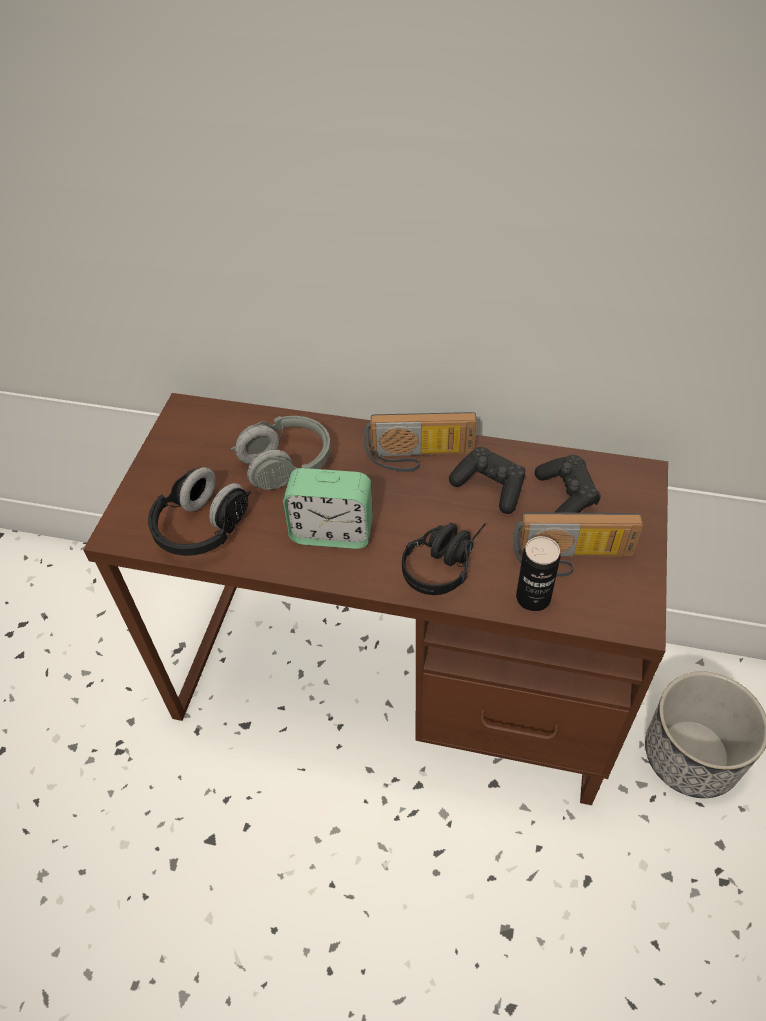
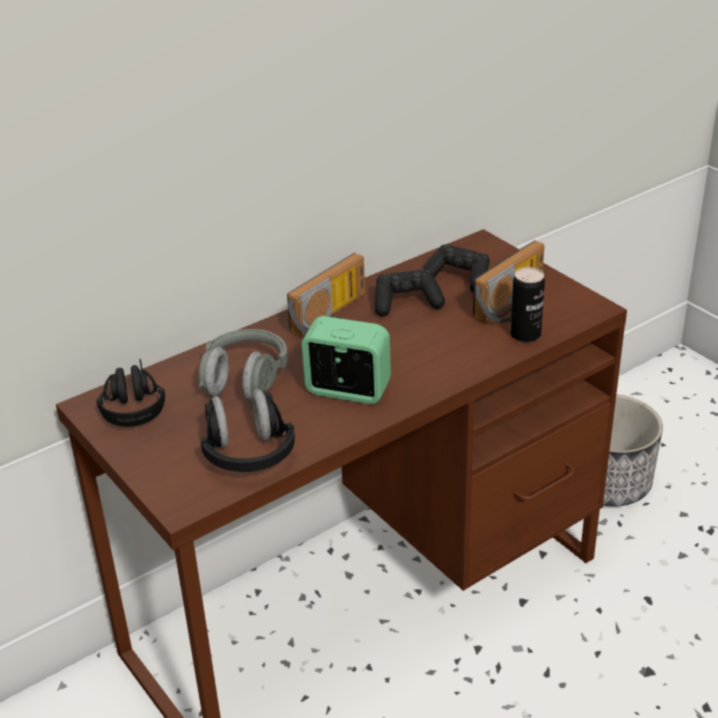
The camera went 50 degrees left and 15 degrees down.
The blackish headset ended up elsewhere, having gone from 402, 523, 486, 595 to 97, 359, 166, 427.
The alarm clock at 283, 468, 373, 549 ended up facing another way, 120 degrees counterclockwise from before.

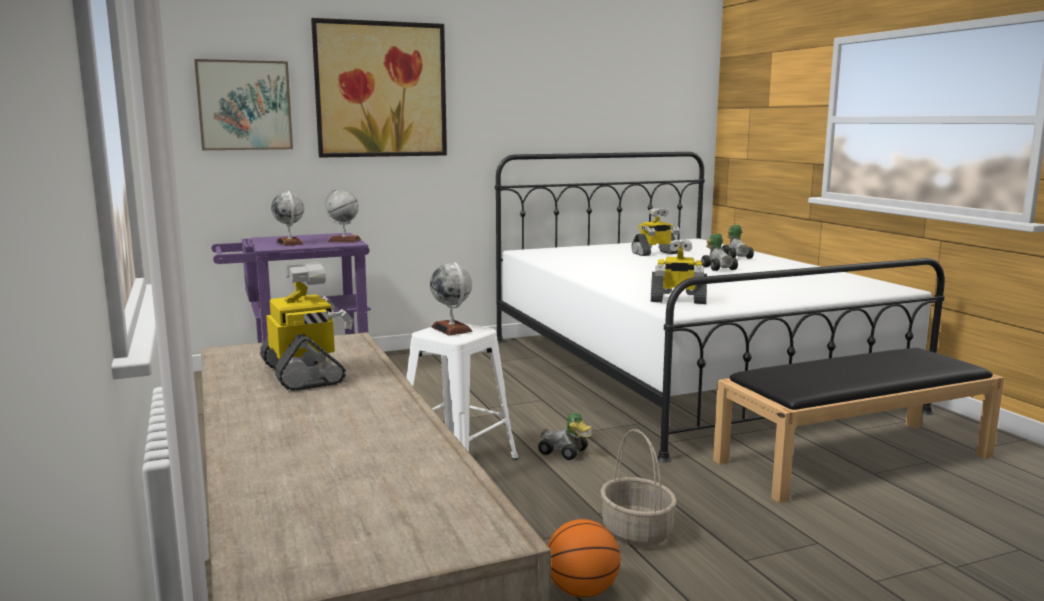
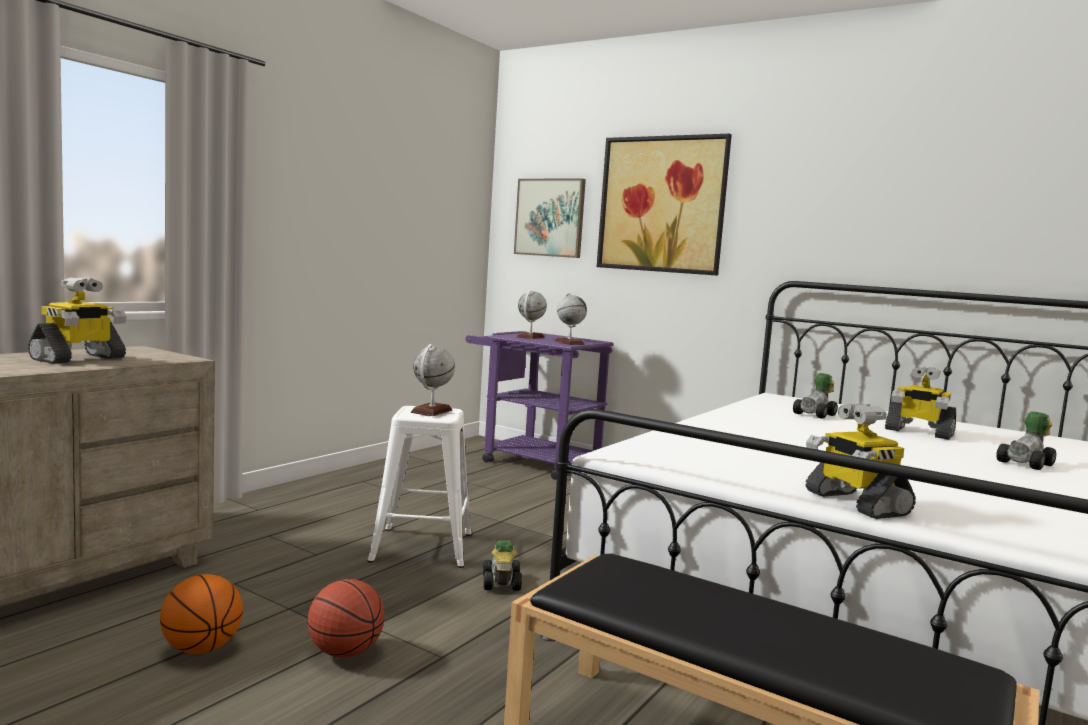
The camera went 55 degrees right and 5 degrees down.
The model robot ended up elsewhere, having gone from 651, 239, 707, 304 to 805, 404, 916, 519.
The model car ended up elsewhere, having gone from 701, 234, 738, 271 to 793, 373, 838, 419.
Where the storage basket stood at 600, 429, 677, 546, the basketball came to stand at 308, 579, 385, 658.

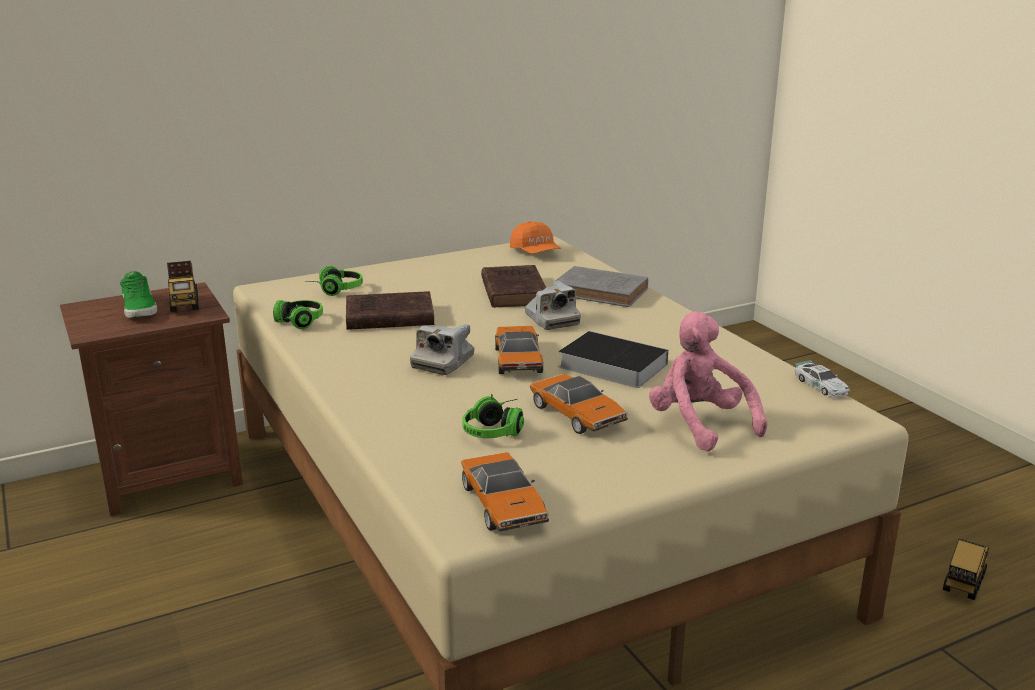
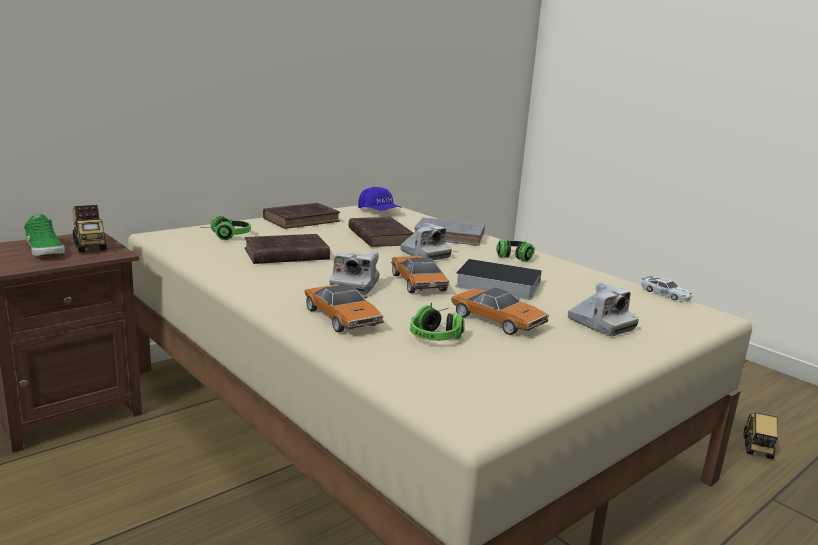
The camera went 15 degrees left and 5 degrees down.
The second view gained the brownish volume at 263, 203, 340, 229.
The headset ended up elsewhere, having gone from 273, 300, 323, 329 to 496, 239, 535, 262.
The model car ended up elsewhere, having gone from 461, 452, 549, 531 to 304, 284, 384, 332.
Where the pink cuddly toy stood at 649, 311, 767, 452, the photo camera came to stand at 568, 283, 639, 336.
What was the orange-coloured cap at 510, 221, 561, 254 turned into the blue-coloured cap at 358, 187, 401, 211.

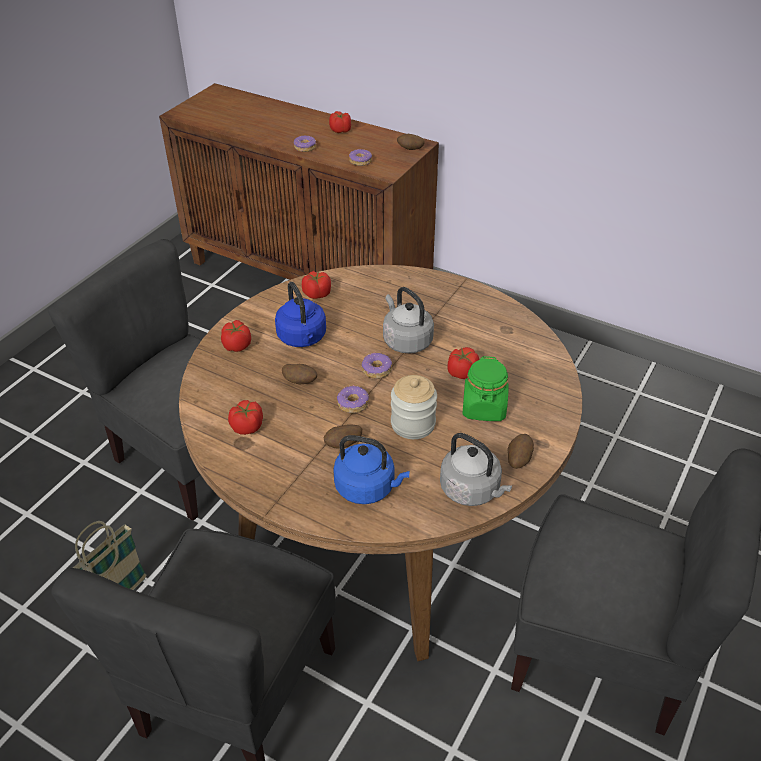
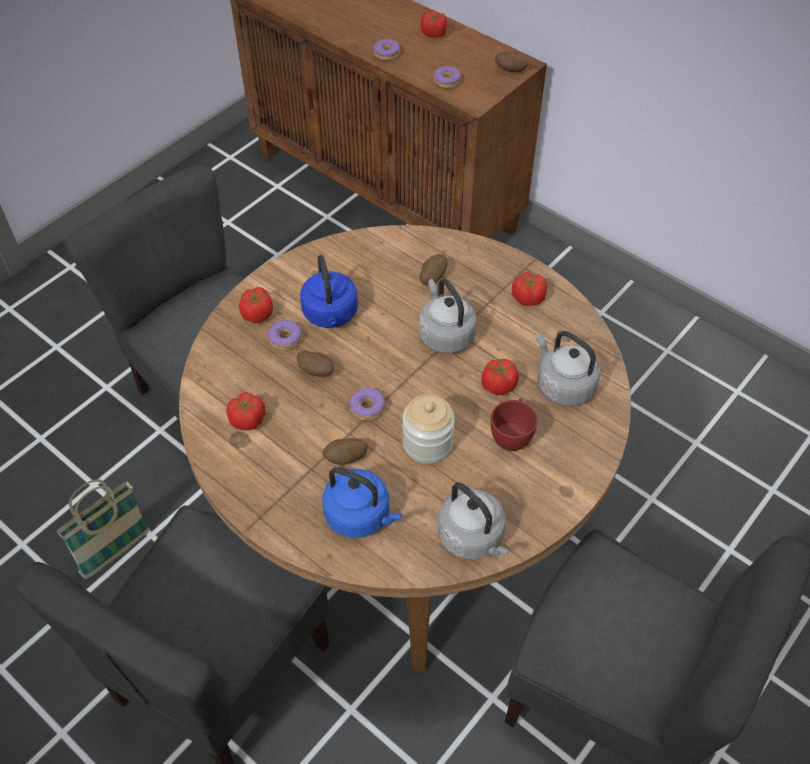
The camera went 10 degrees right and 10 degrees up.
The second view gained the grey tea kettle at 536, 331, 600, 406.
The tomato ended up elsewhere, having gone from 302, 271, 331, 299 to 512, 272, 547, 306.
The doughnut ended up elsewhere, having gone from 362, 352, 392, 379 to 268, 319, 302, 350.
The whole potato ended up elsewhere, having gone from 507, 434, 534, 469 to 419, 254, 447, 285.
Where the greenish jar stood at 462, 356, 509, 421, the reddish cup came to stand at 491, 398, 538, 451.

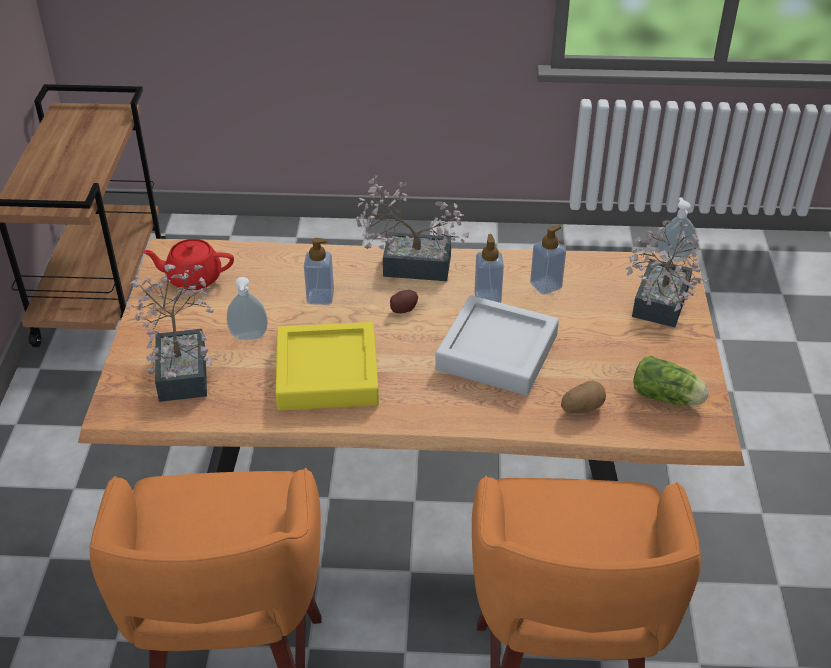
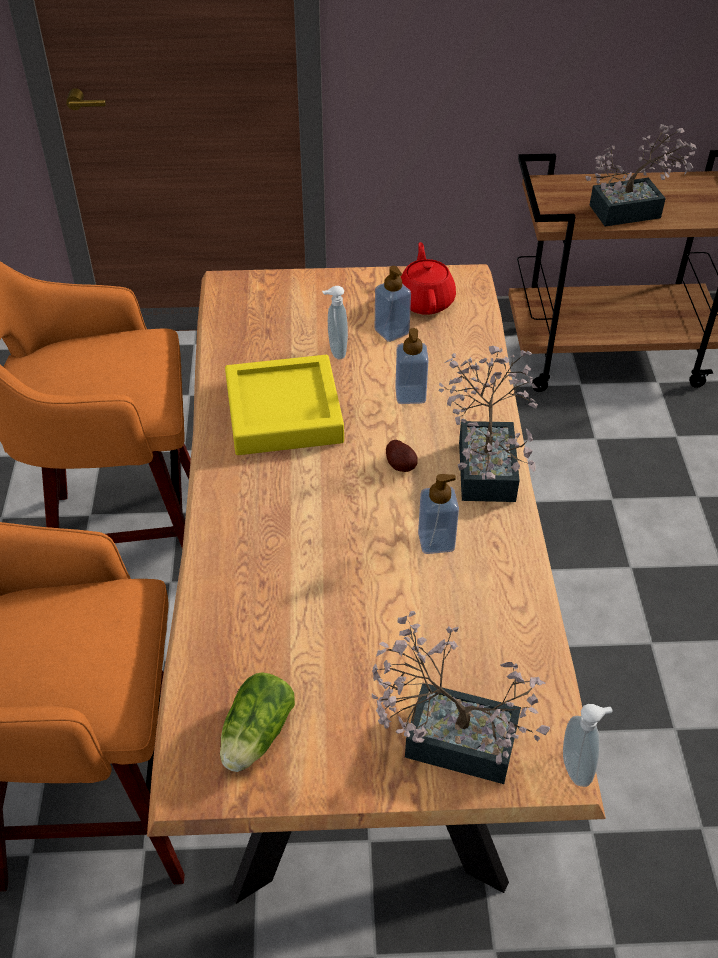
The camera went 85 degrees right and 5 degrees up.
The second view lost the grey serving tray at 435, 295, 559, 396.
The second view lost the whole potato at 561, 380, 606, 413.
The plant in a pot ended up elsewhere, having gone from 126, 264, 214, 402 to 585, 124, 697, 227.
The soap bottle ended up elsewhere, having gone from 530, 225, 566, 295 to 375, 266, 411, 342.

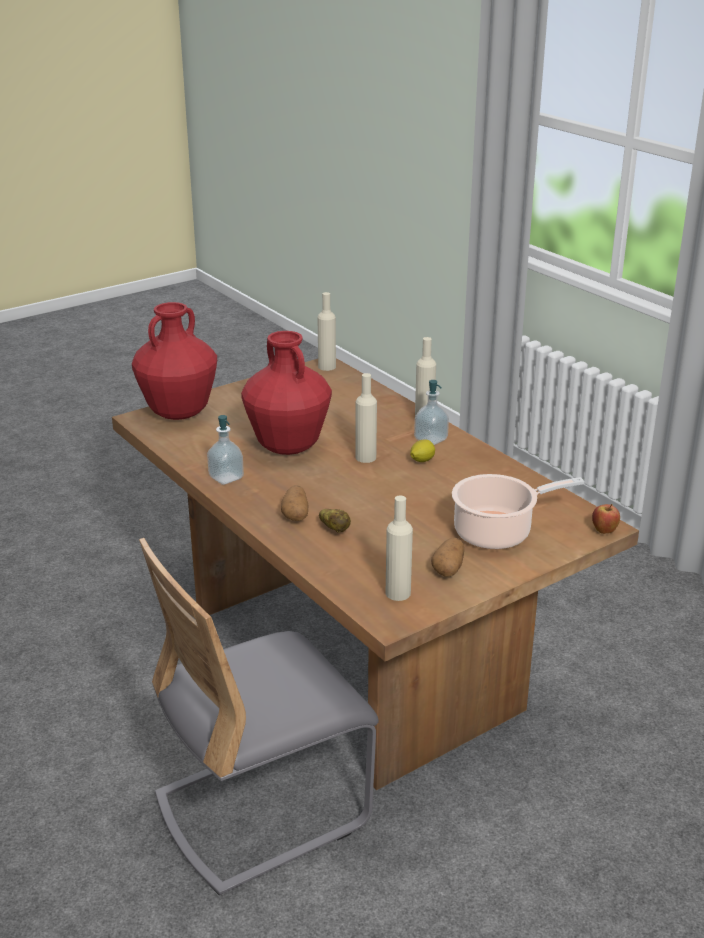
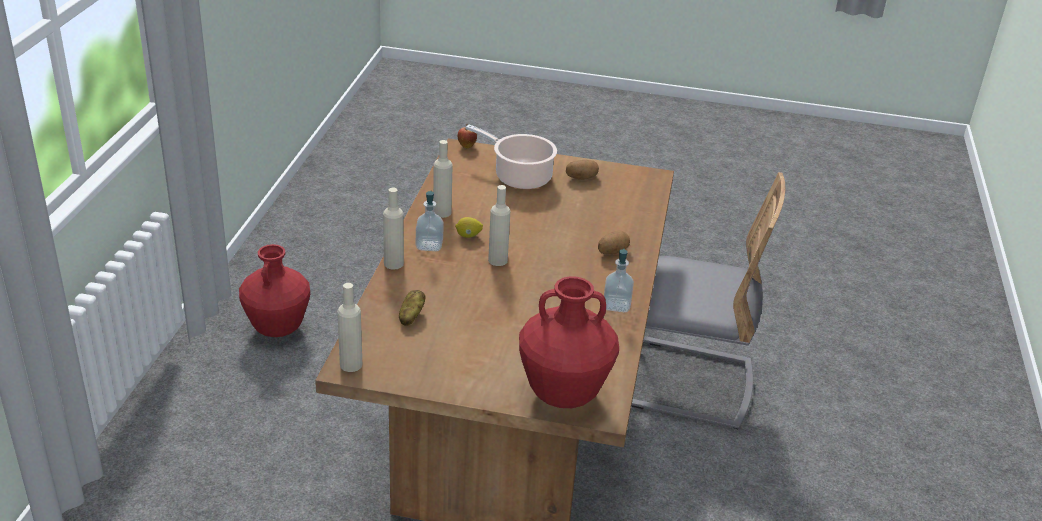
The camera went 135 degrees left and 5 degrees up.
The reddish vase ended up elsewhere, having gone from 241, 331, 332, 455 to 239, 244, 310, 337.
The whole potato ended up elsewhere, having gone from 319, 509, 351, 533 to 399, 290, 426, 326.
The beige bottle ended up elsewhere, having gone from 385, 496, 413, 601 to 433, 140, 453, 218.

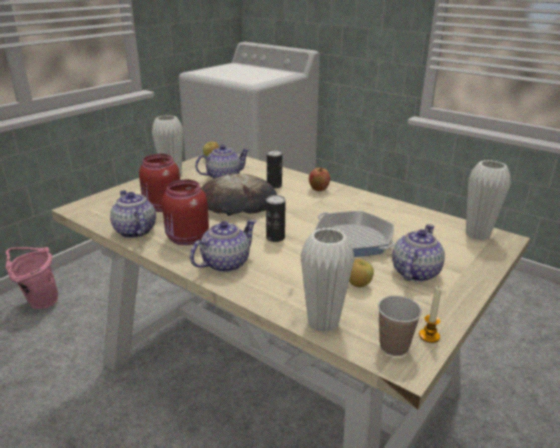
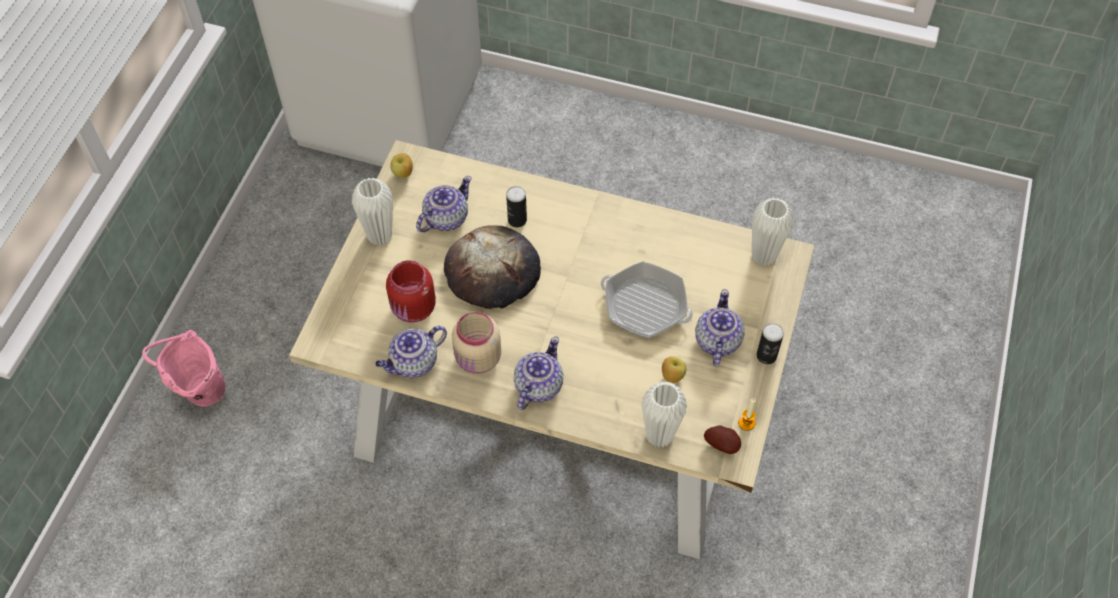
The camera went 20 degrees left and 30 degrees up.
The second view lost the apple fruit at 309, 168, 330, 191.
The metal can ended up elsewhere, having gone from 266, 195, 286, 242 to 757, 323, 784, 364.
Where the cup stood at 378, 295, 422, 356, the whole potato came to stand at 704, 425, 741, 454.
What was the reddish jar at 162, 179, 209, 245 turned into the beige jar at 452, 311, 501, 374.
The teapot at 110, 190, 156, 238 ended up facing another way, 75 degrees counterclockwise from before.

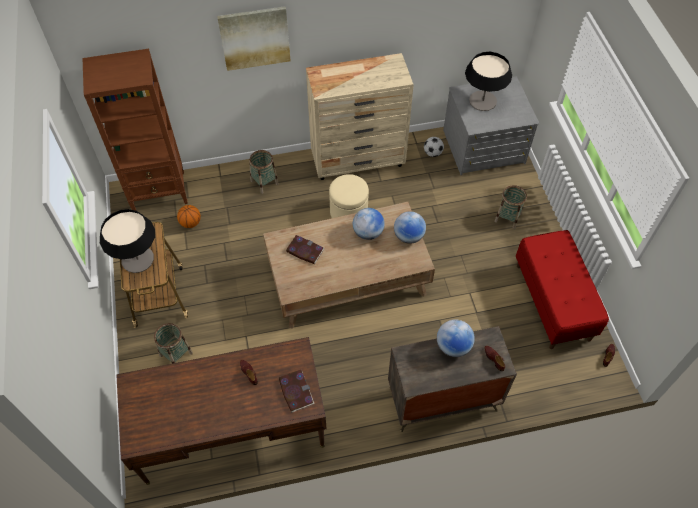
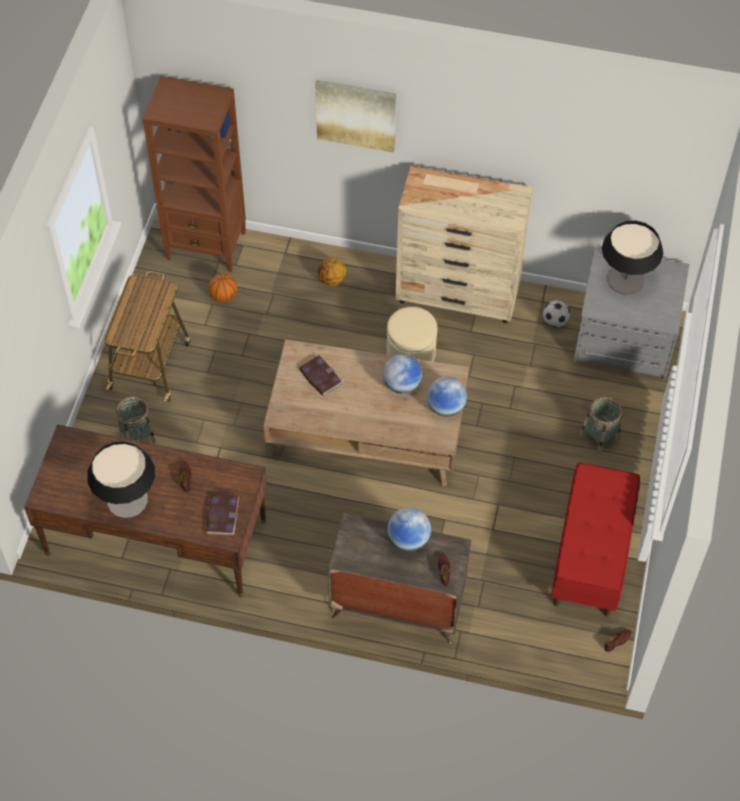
The camera went 25 degrees right and 0 degrees up.
The table lamp ended up elsewhere, having gone from 100, 209, 155, 273 to 87, 441, 155, 518.
Where the storage basket stood at 249, 150, 279, 194, the basketball came to stand at 317, 257, 347, 286.

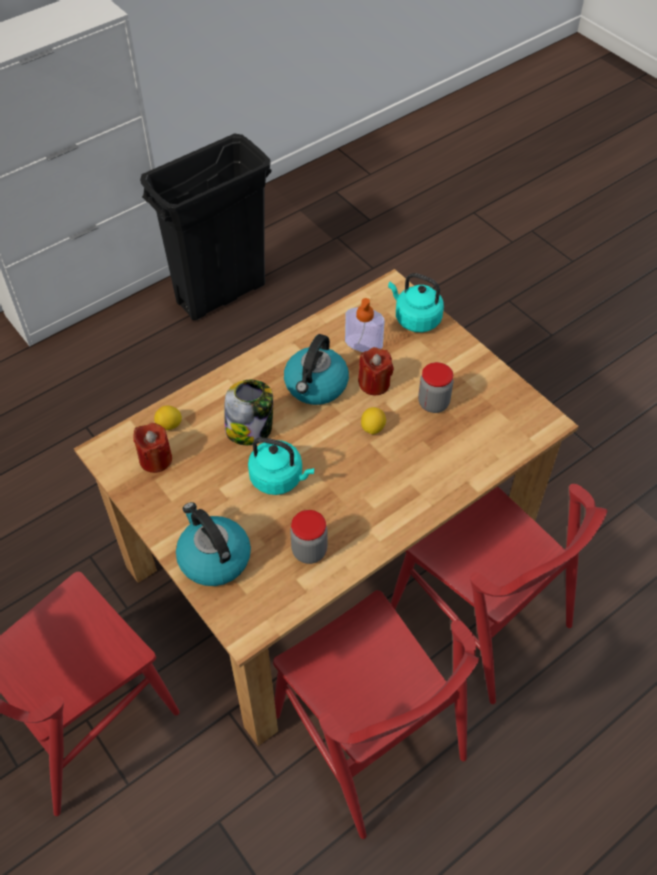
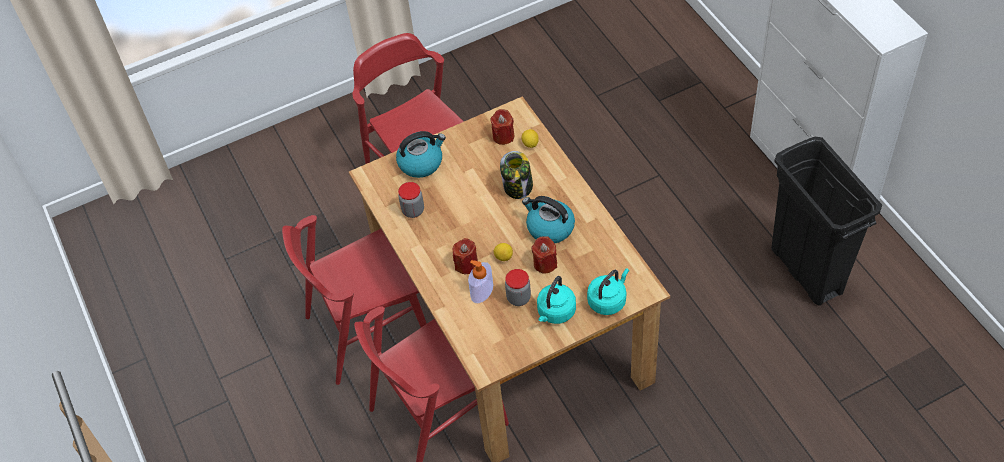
The camera went 105 degrees right and 0 degrees up.
The second view gained the reddish candle at 453, 238, 478, 274.
The turquoise tea kettle ended up elsewhere, having gone from 248, 437, 314, 495 to 537, 276, 576, 324.
The soap bottle ended up elsewhere, having gone from 345, 298, 384, 352 to 468, 260, 493, 303.

